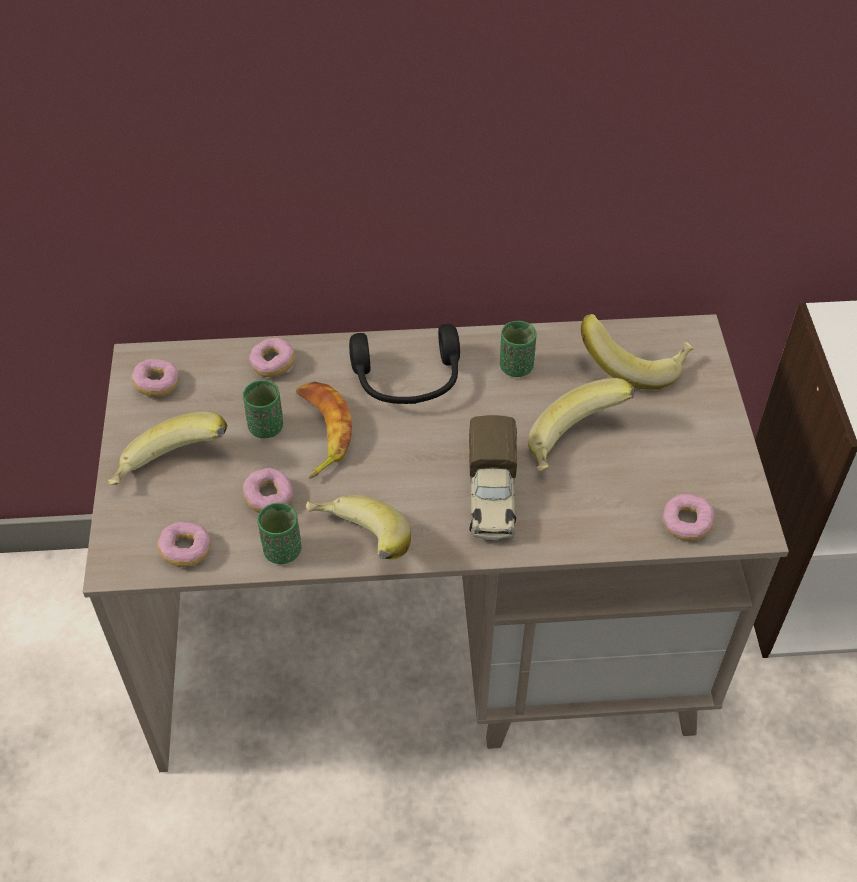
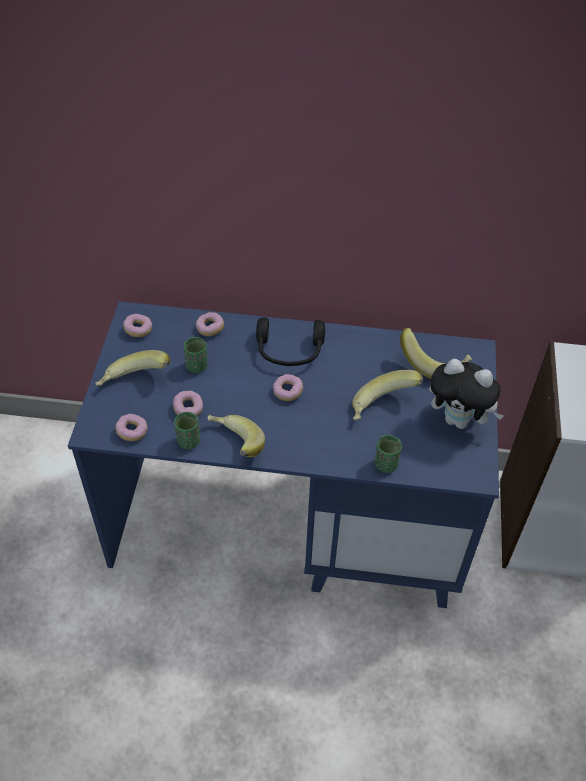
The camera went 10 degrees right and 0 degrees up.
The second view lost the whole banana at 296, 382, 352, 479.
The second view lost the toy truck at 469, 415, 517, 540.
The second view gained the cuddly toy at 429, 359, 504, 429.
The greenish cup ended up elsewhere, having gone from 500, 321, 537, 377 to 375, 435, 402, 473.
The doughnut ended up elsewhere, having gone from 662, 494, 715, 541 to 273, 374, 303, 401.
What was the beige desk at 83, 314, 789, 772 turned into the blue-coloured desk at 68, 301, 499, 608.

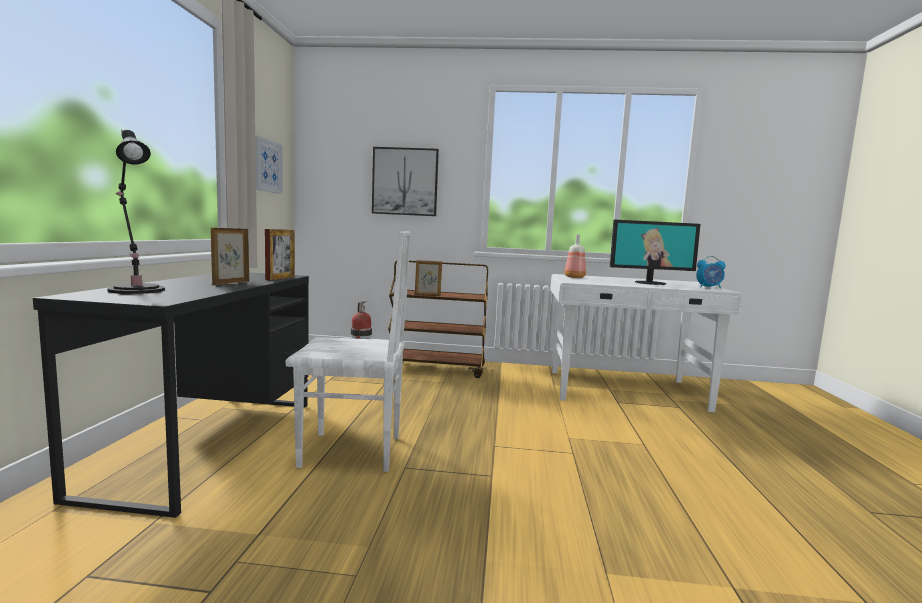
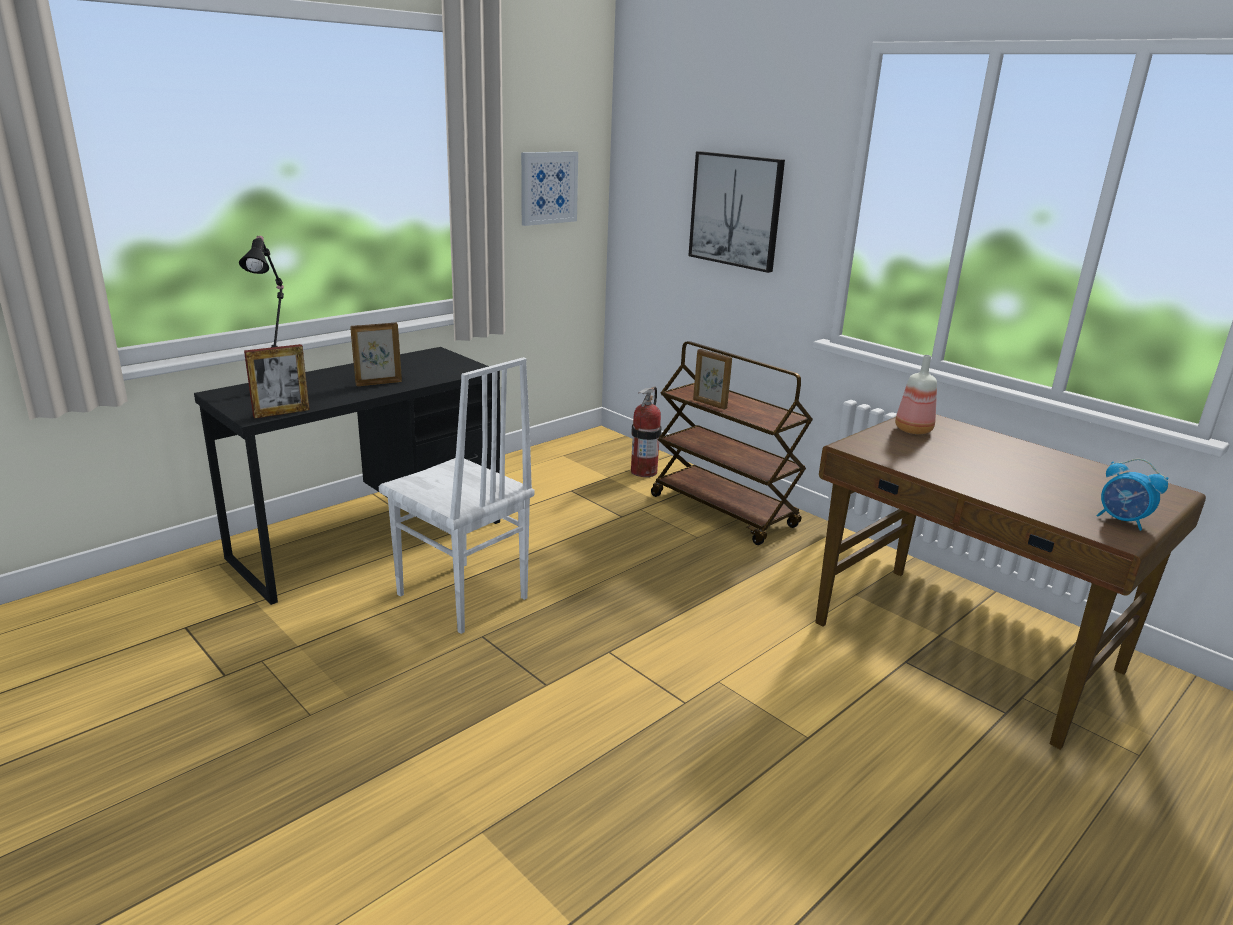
The camera went 40 degrees right and 15 degrees up.
The second view lost the computer screen at 610, 220, 701, 285.
The picture frame ended up elsewhere, having gone from 265, 229, 295, 281 to 244, 344, 310, 418.
What was the white-coloured desk at 550, 274, 743, 412 turned into the brownish desk at 815, 414, 1206, 750.

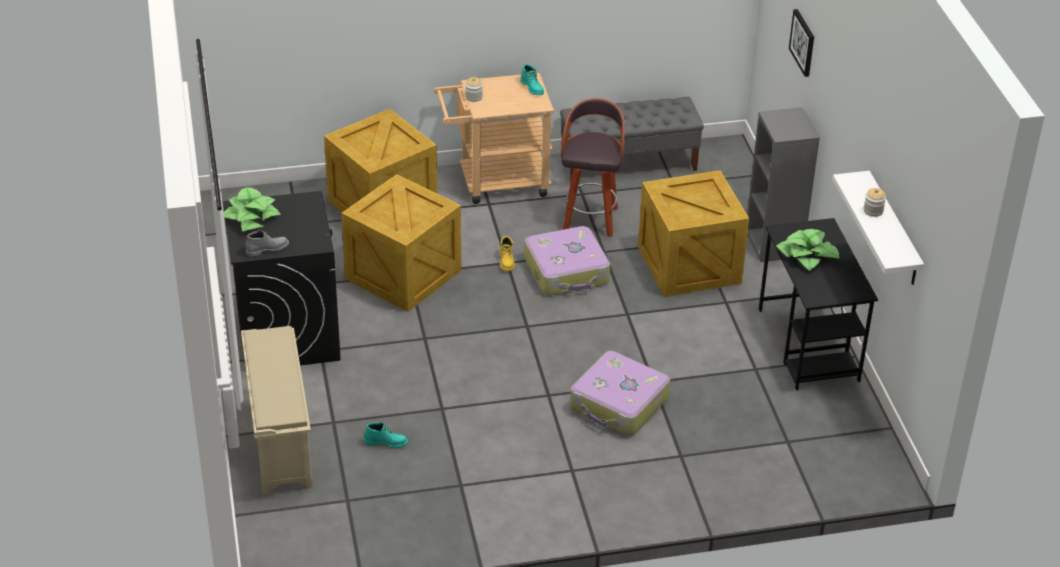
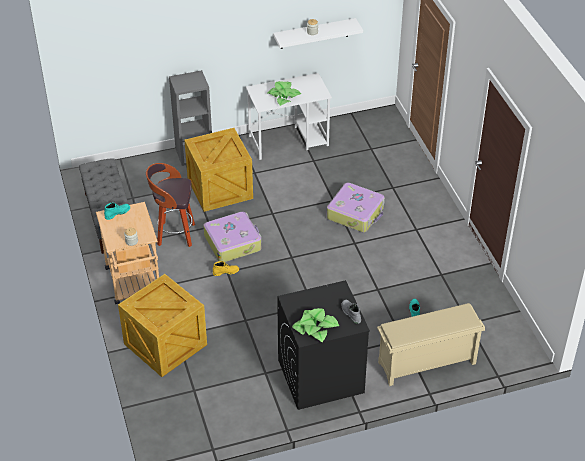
The camera went 95 degrees left and 5 degrees up.
The second view lost the packing crate at 341, 174, 461, 312.
The second view lost the wall picture at 789, 9, 814, 77.
What was the blackish desk at 759, 218, 878, 390 turned into the white-coloured desk at 246, 73, 332, 160.

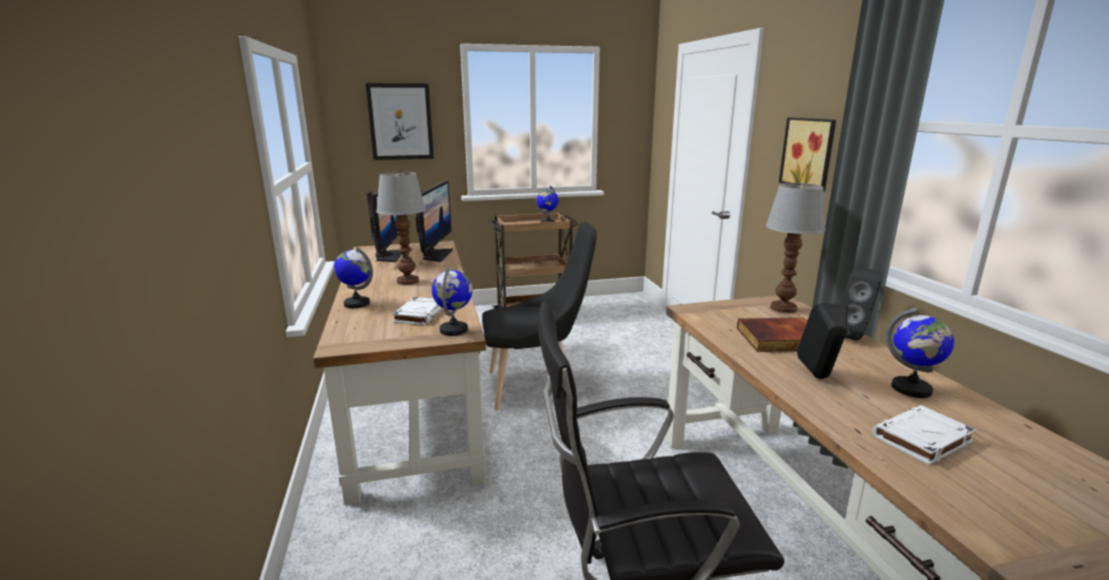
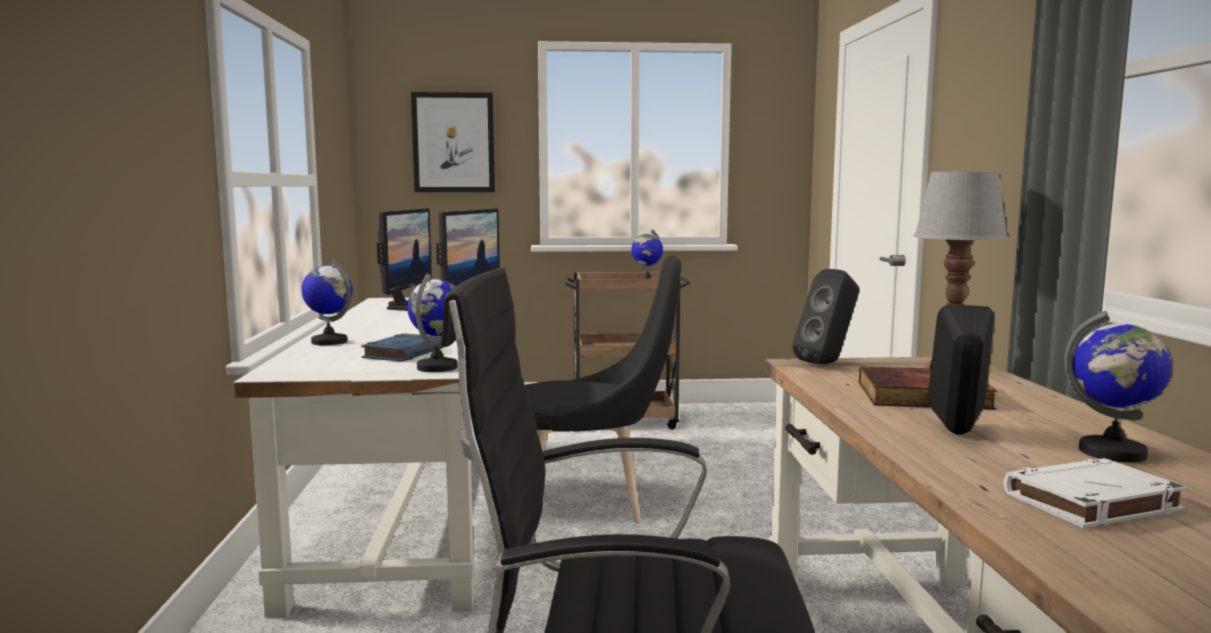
The camera went 10 degrees right and 10 degrees down.
The second view lost the table lamp at 376, 172, 426, 285.
The second view lost the wall picture at 779, 118, 836, 192.
The blackish speaker ended up elsewhere, having gone from 840, 268, 881, 341 to 792, 269, 859, 364.
What was the brownish desk at 313, 241, 486, 505 turned into the white-coloured desk at 233, 298, 475, 618.
What was the white-coloured volume at 392, 297, 444, 325 turned into the blue-coloured volume at 361, 333, 443, 362.

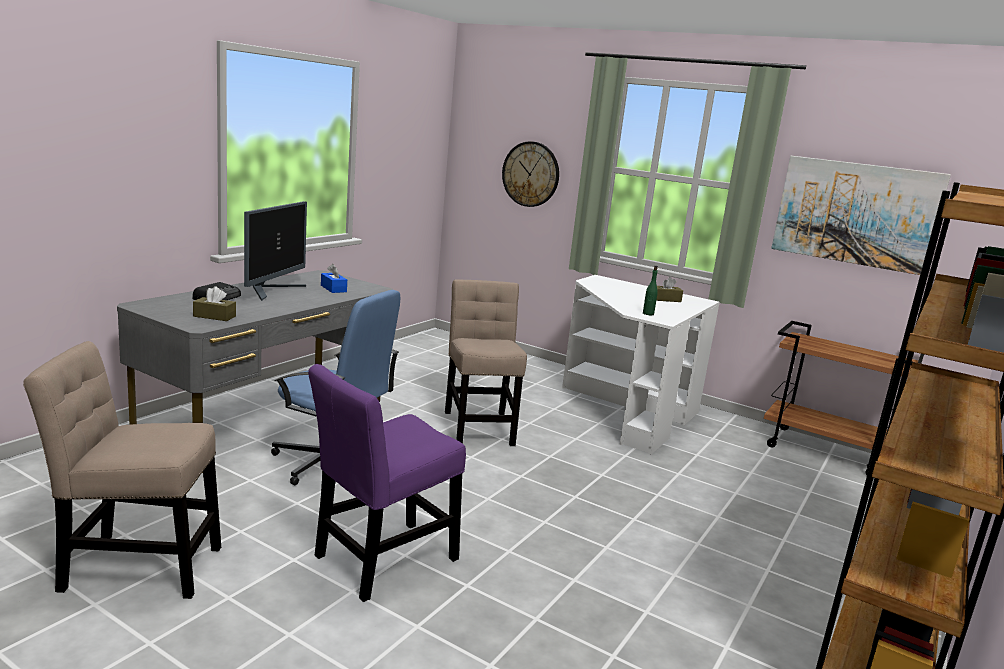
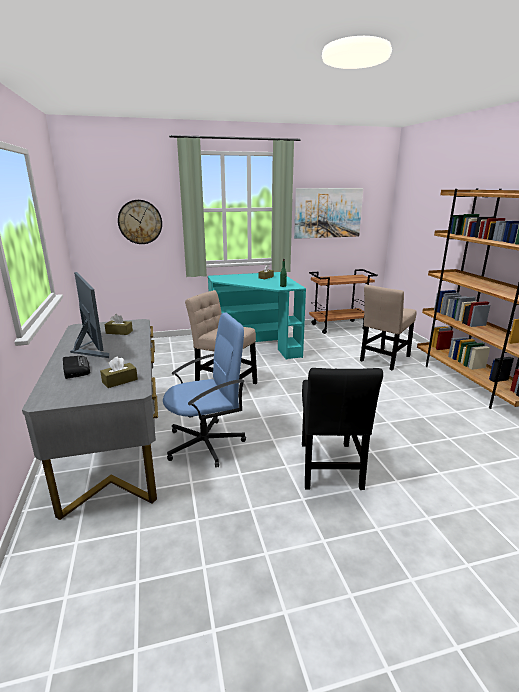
The camera went 45 degrees left and 5 degrees up.
The beige chair ended up elsewhere, having gone from 23, 341, 221, 599 to 360, 285, 417, 370.
What was the purplish chair at 308, 364, 466, 602 turned into the blackish chair at 302, 368, 383, 490.
What was the blue-coloured box of tissues at 321, 264, 347, 293 turned into the brownish box of tissues at 104, 314, 133, 335.
What was the white-coloured desk at 562, 275, 720, 455 turned into the turquoise desk at 208, 272, 306, 360.

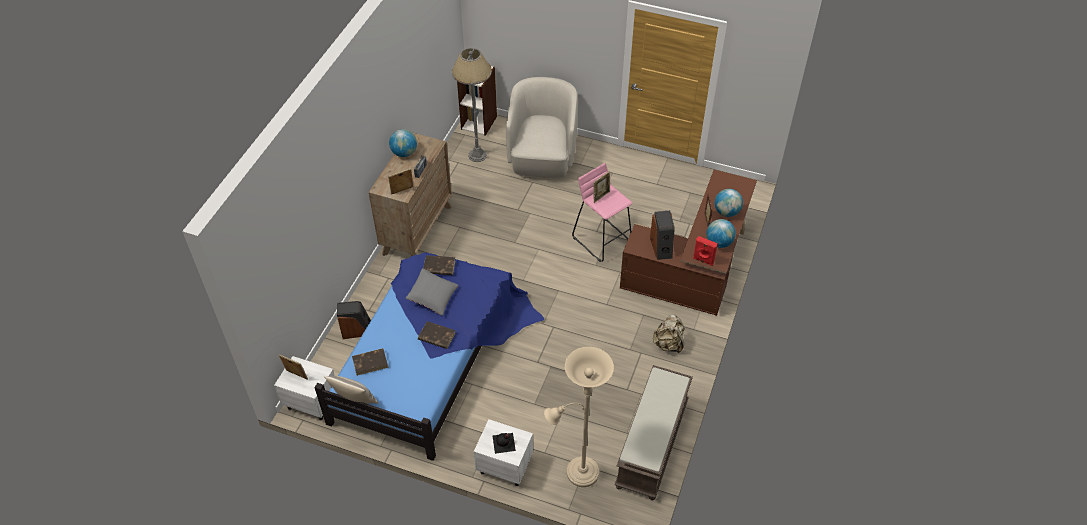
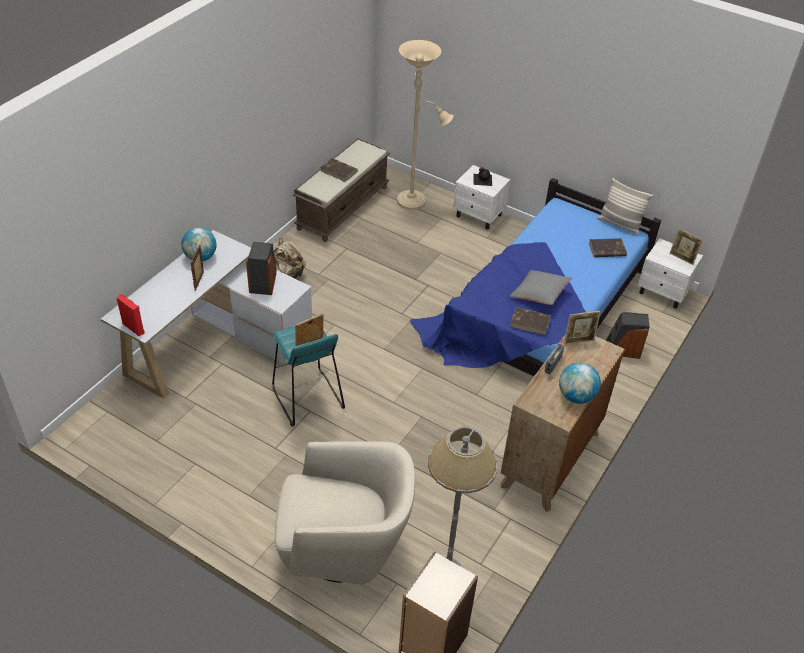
The camera went 170 degrees left and 5 degrees down.
The second view lost the globe at 715, 189, 743, 217.
The brownish volume ended up elsewhere, having gone from 418, 321, 456, 349 to 321, 158, 358, 182.
The reddish speaker ended up elsewhere, having gone from 693, 236, 718, 266 to 116, 294, 144, 336.
What was the pink sitting stool at 572, 163, 632, 262 turned into the turquoise sitting stool at 272, 326, 345, 426.
What was the brownish desk at 620, 170, 757, 316 turned into the white-coloured desk at 101, 230, 312, 399.
The beige lounge chair at 506, 77, 578, 178 ended up facing another way, 105 degrees counterclockwise from before.

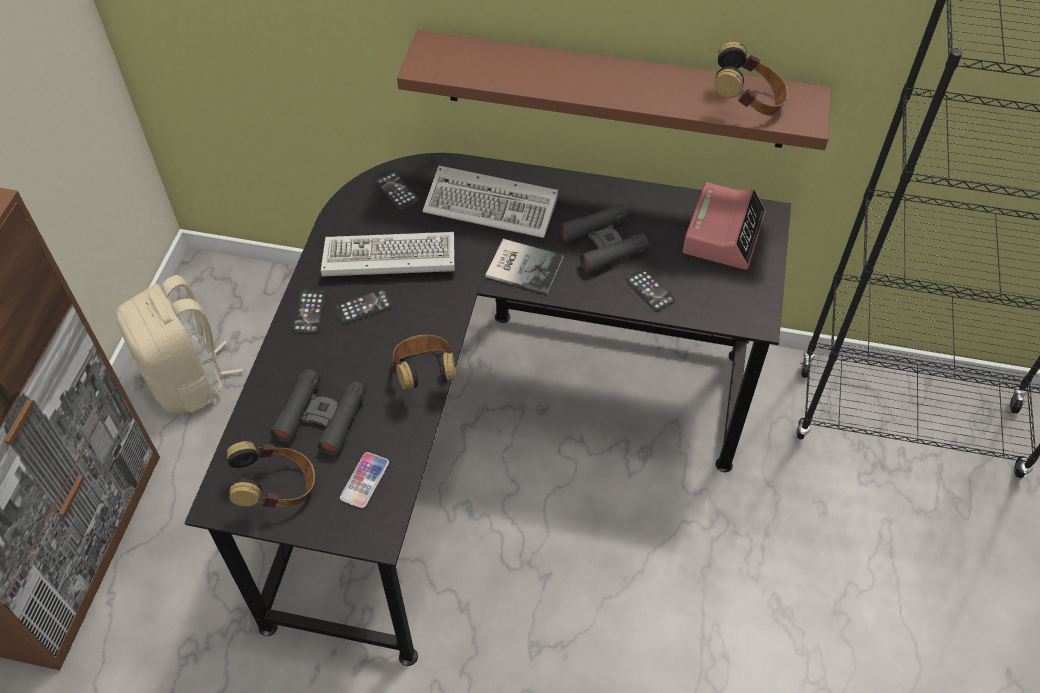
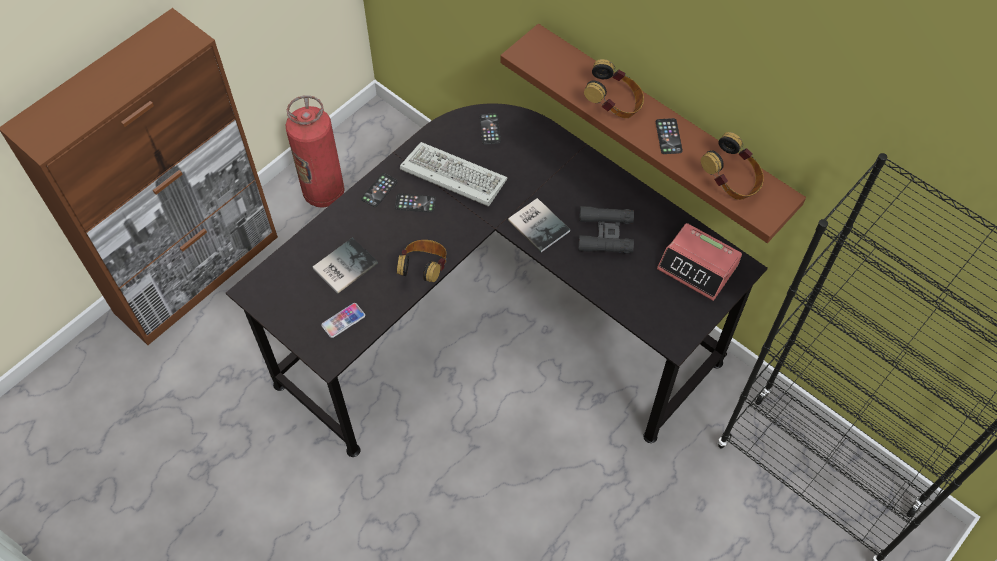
The camera went 30 degrees right and 5 degrees up.
The second view lost the computer keyboard at 422, 166, 558, 238.
The headset ended up elsewhere, having gone from 227, 441, 315, 508 to 584, 59, 644, 118.
The handset ended up elsewhere, having gone from 625, 268, 675, 311 to 656, 118, 683, 154.
Where the beige backpack stood at 116, 275, 243, 414, the fire-fighting cylinder came to stand at 285, 95, 345, 208.
Where the blackish field glasses stood at 270, 369, 366, 456, the volume came to stand at 313, 237, 378, 293.
The alarm clock at 683, 182, 766, 270 ended up facing another way, 75 degrees clockwise from before.

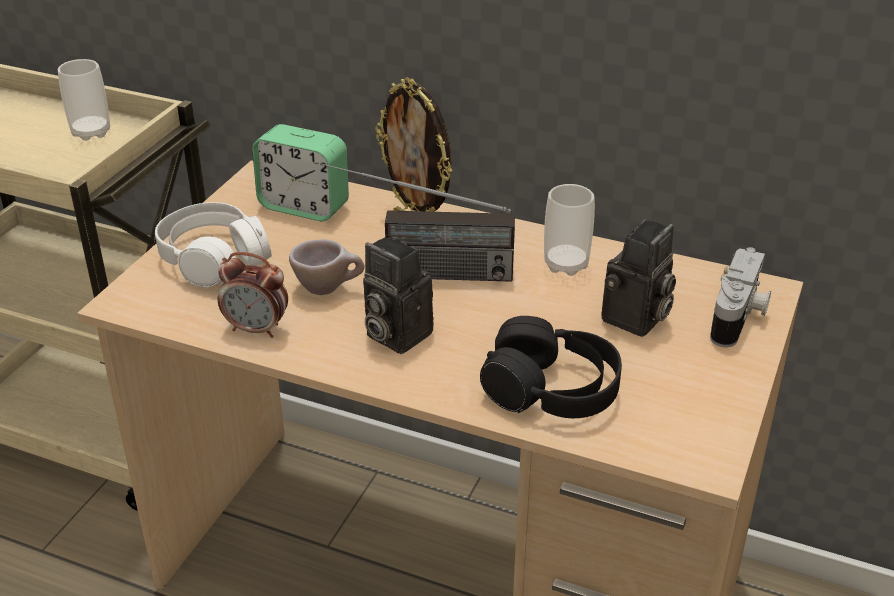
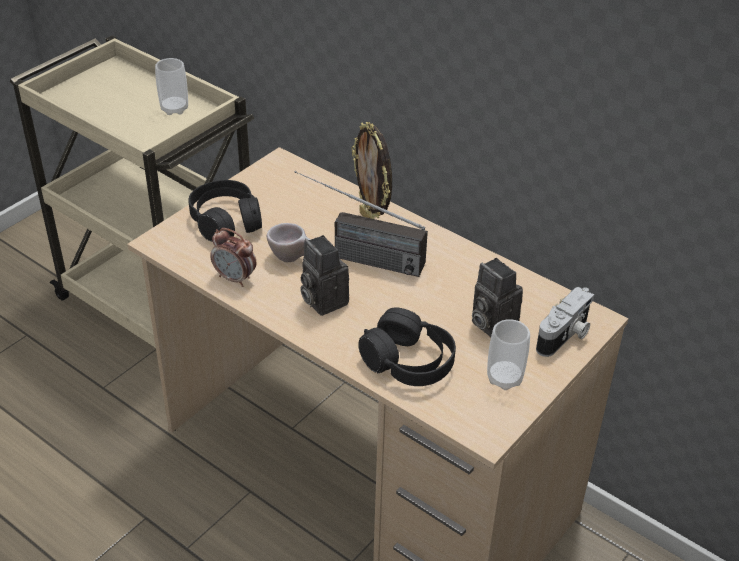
The camera went 15 degrees right and 5 degrees up.
The second view lost the alarm clock at 252, 124, 349, 221.
The cup ended up elsewhere, having gone from 544, 184, 595, 276 to 487, 319, 530, 390.
What was the white-coloured headset at 155, 202, 272, 287 turned into the blackish headset at 188, 180, 262, 242.
The photo camera at 602, 219, 676, 337 ended up facing another way, 90 degrees clockwise from before.

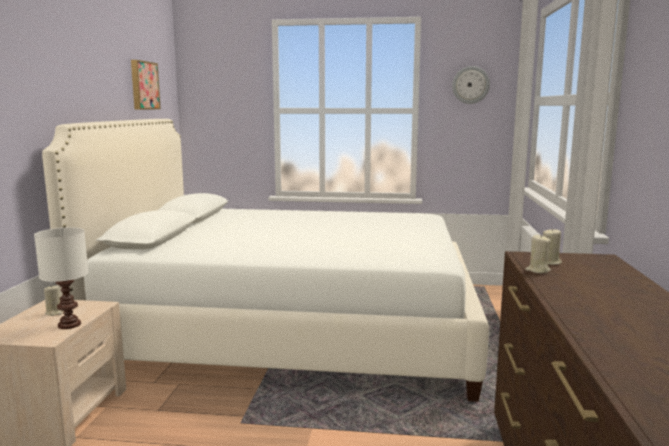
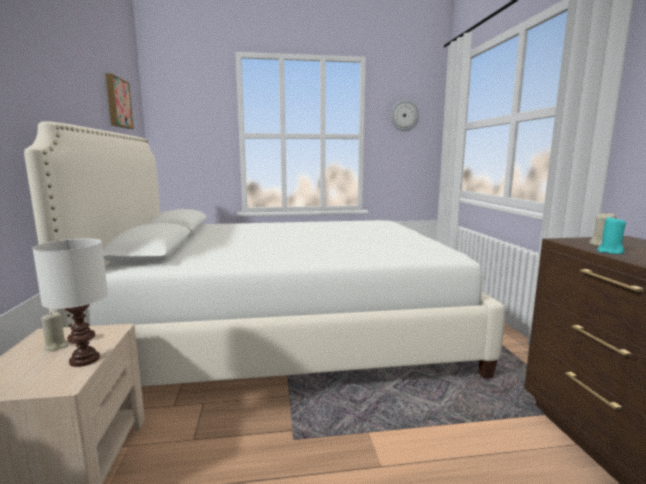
The camera went 15 degrees left and 0 degrees up.
What was the beige candle at 525, 235, 551, 273 turned into the turquoise candle at 597, 217, 626, 254.

